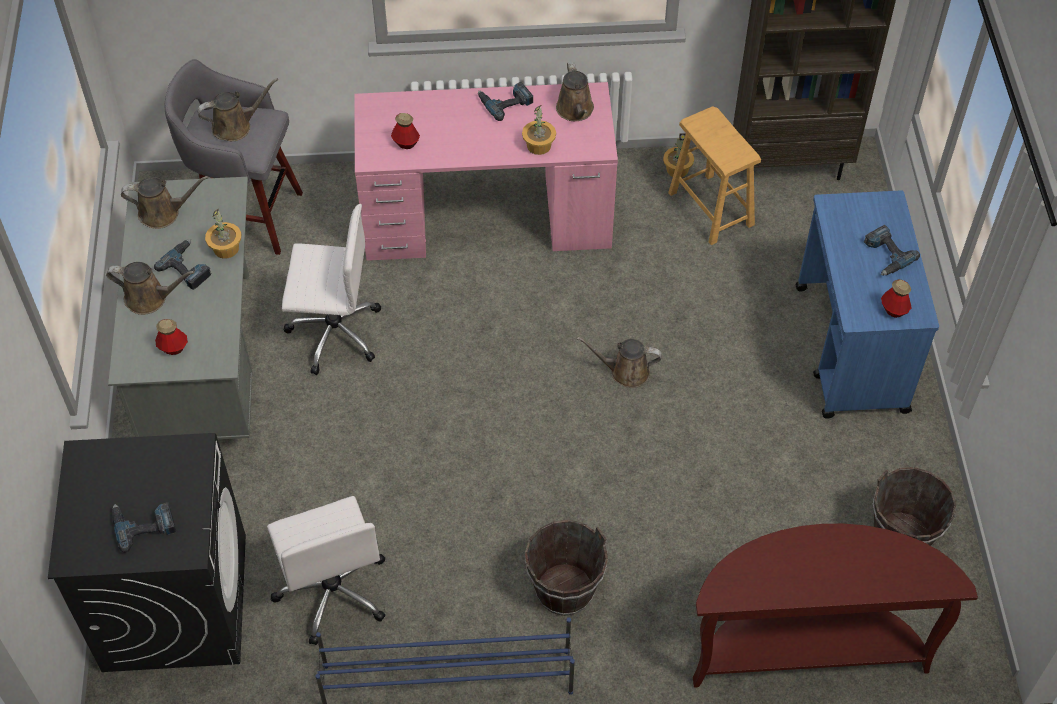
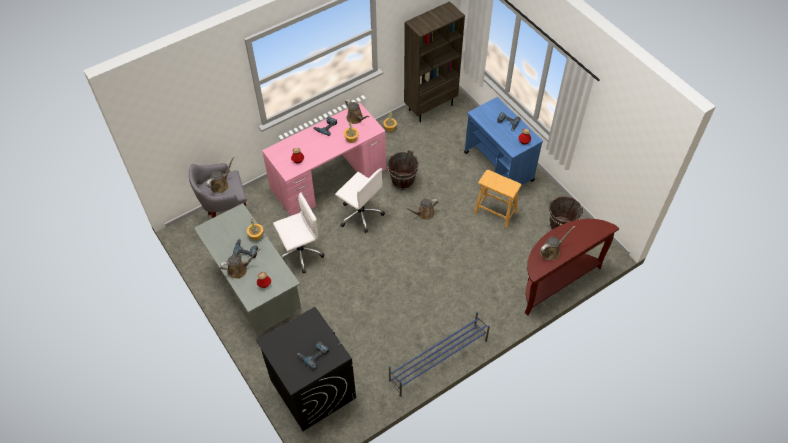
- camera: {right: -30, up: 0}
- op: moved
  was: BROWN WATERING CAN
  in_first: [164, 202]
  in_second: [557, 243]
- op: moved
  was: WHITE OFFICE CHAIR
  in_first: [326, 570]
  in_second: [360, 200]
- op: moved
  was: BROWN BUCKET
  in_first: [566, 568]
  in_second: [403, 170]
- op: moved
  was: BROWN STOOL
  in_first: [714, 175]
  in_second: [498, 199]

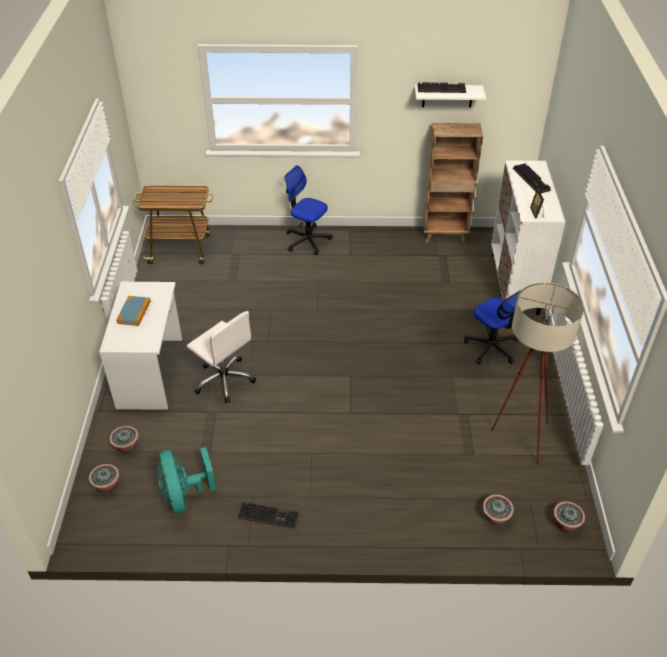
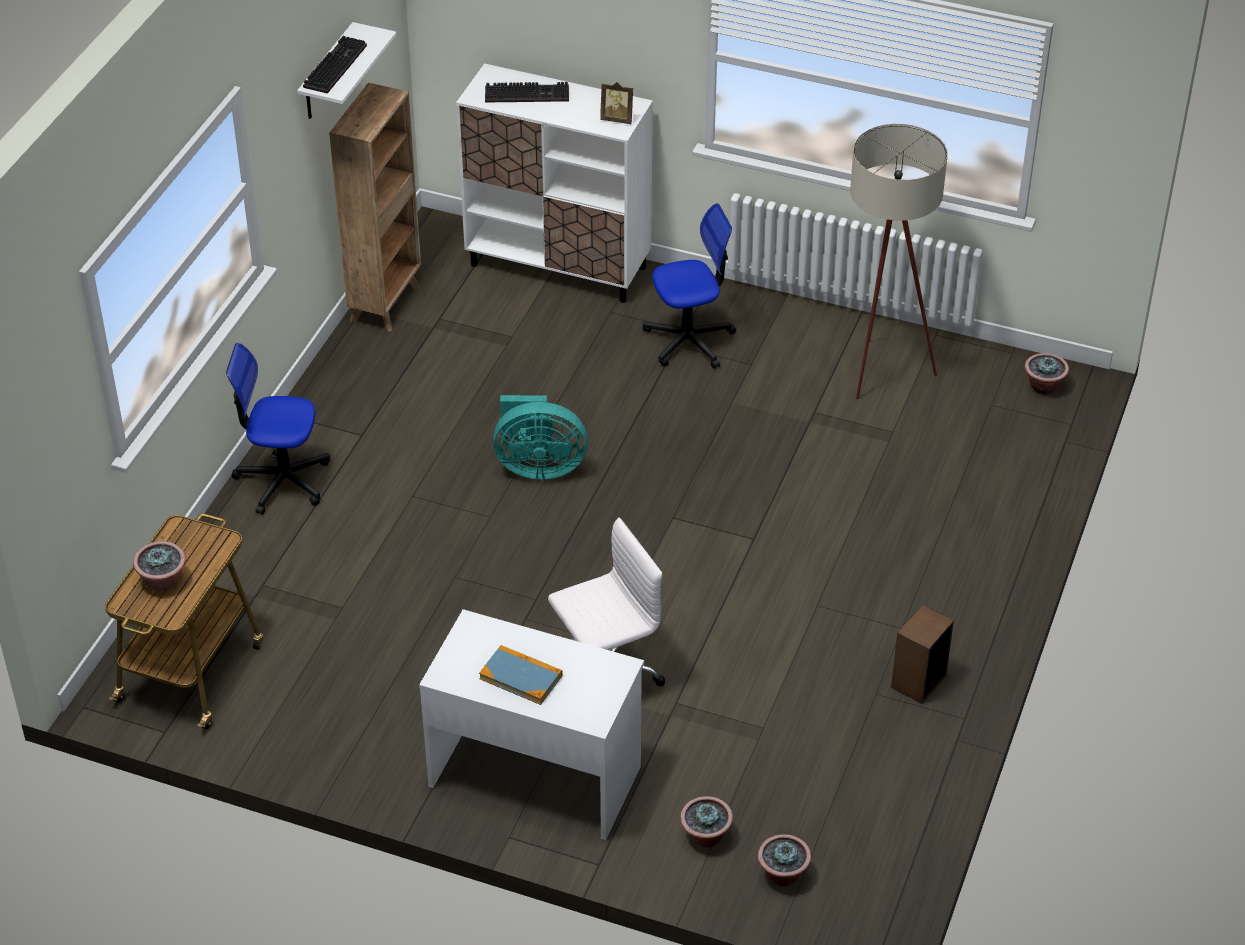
- camera: {right: -70, up: 0}
- op: moved
  was: TURQUOISE FAN
  in_first: [186, 480]
  in_second: [540, 437]
- op: moved
  was: POTTED PLANT
  in_first: [498, 509]
  in_second: [159, 566]
- op: replaced
  was: KEYBOARD
  now: SPEAKER
  in_first: [268, 515]
  in_second: [922, 654]
- op: turned
  was: OFFICE CHAIR
  in_first: [309, 210]
  in_second: [278, 429]
  clockwise: 45

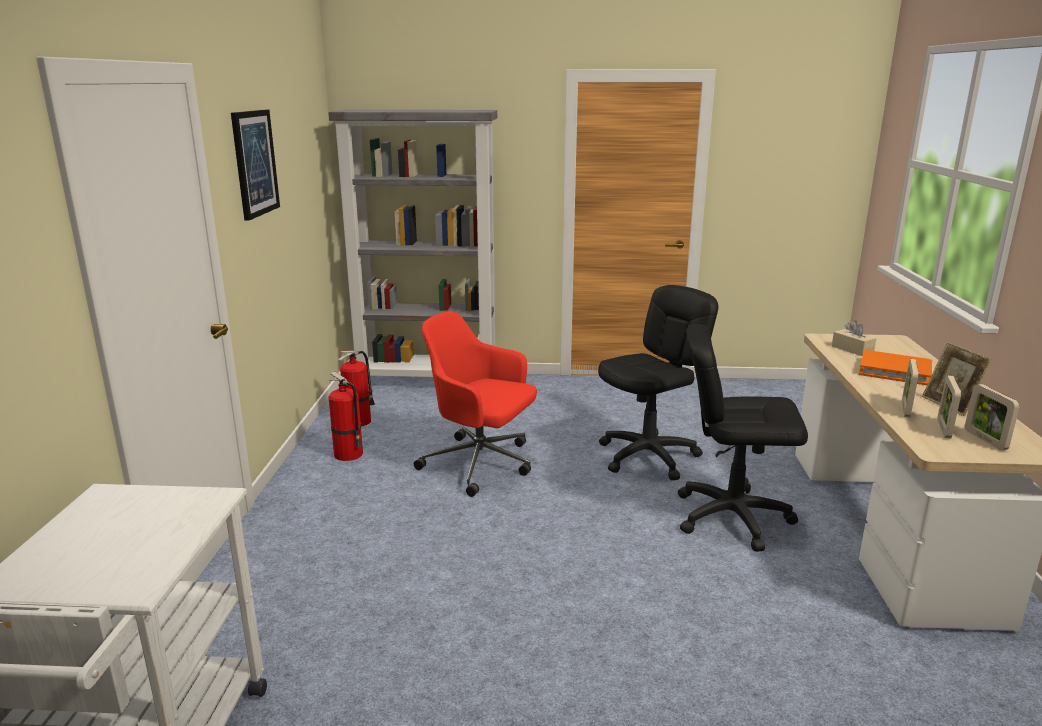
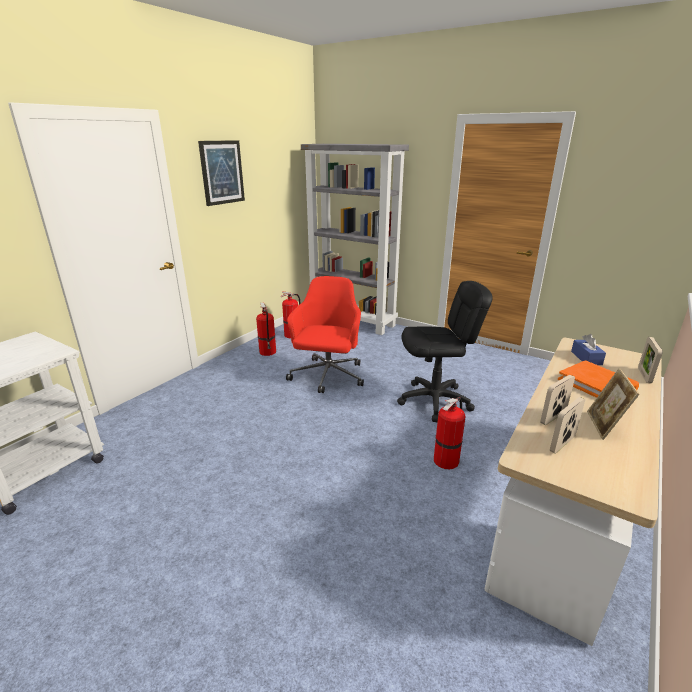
- camera: {right: 30, up: 5}
- op: moved
  was: PICTURE FRAME
  in_first: [992, 417]
  in_second: [650, 360]
- op: replaced
  was: BLACK OFFICE CHAIR
  now: FIRE EXTINGUISHER
  in_first: [743, 438]
  in_second: [450, 433]
- op: recoloured
  was: BEIGE TISSUE BOX
  now: BLUE TISSUE BOX
  in_first: [854, 338]
  in_second: [588, 349]
- op: turned
  was: RED OFFICE CHAIR
  in_first: [475, 404]
  in_second: [325, 334]
  clockwise: 45

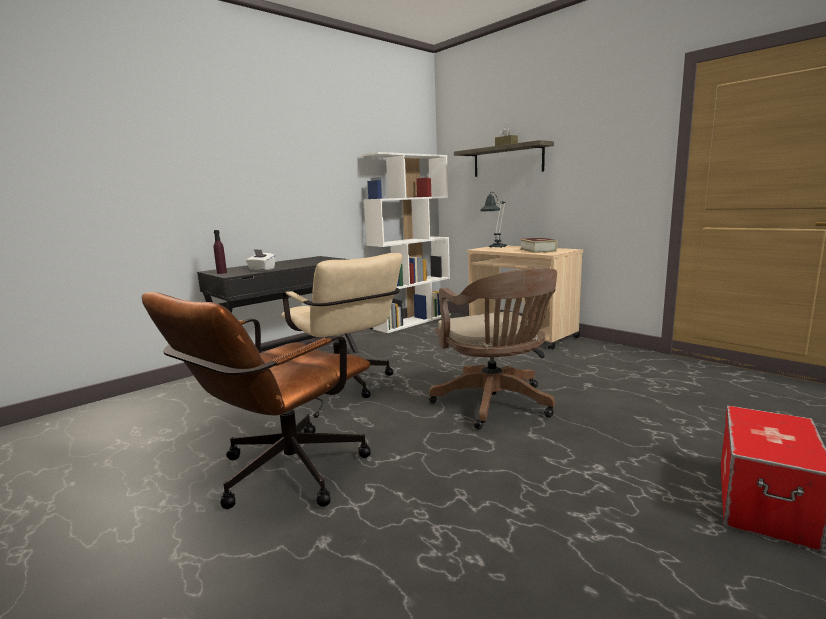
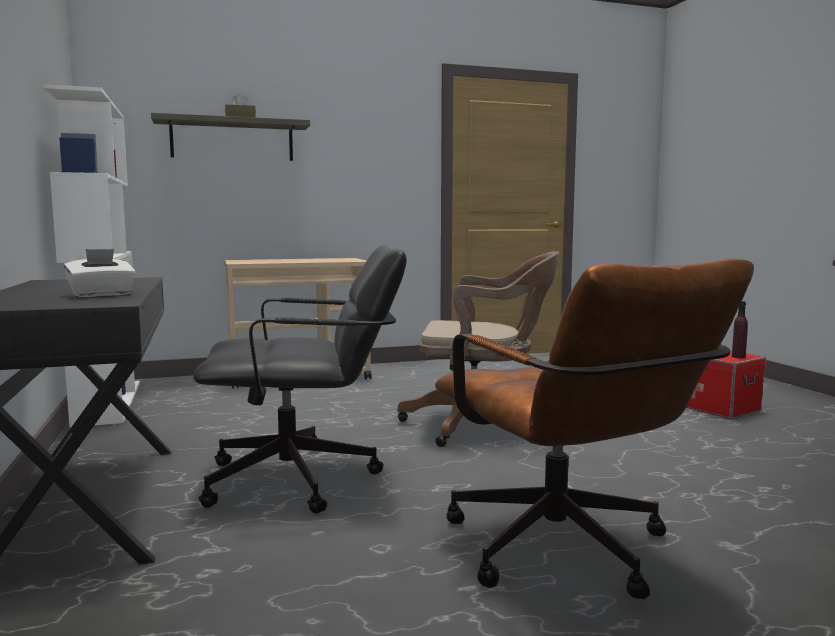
- camera: {right: -65, up: -5}
- op: removed
  was: TABLE LAMP
  in_first: [493, 220]
- op: removed
  was: BOOK
  in_first: [538, 245]
- op: moved
  was: PURPLE BOTTLE
  in_first: [220, 252]
  in_second: [740, 329]
- op: recoloured
  was: BEIGE OFFICE CHAIR
  now: BLACK OFFICE CHAIR
  in_first: [342, 325]
  in_second: [300, 379]

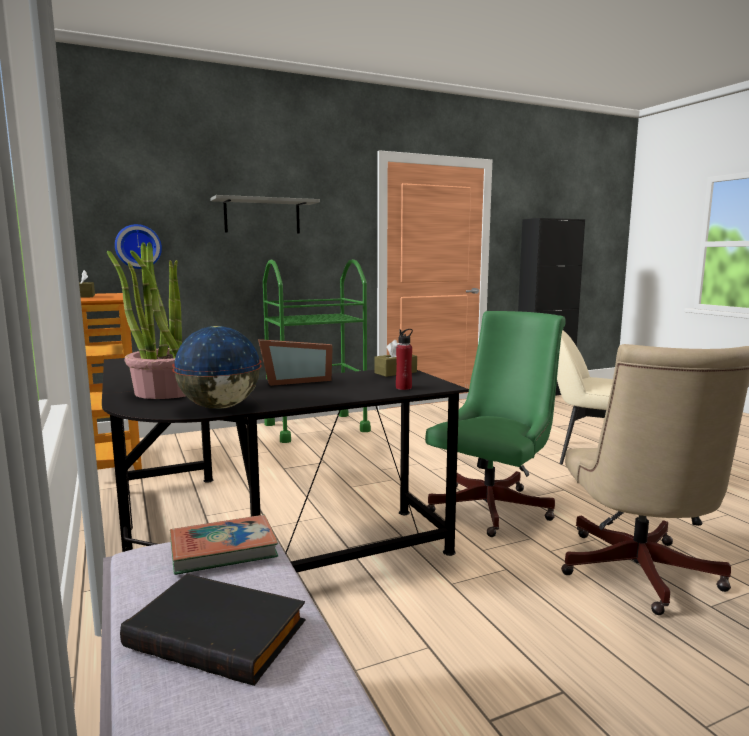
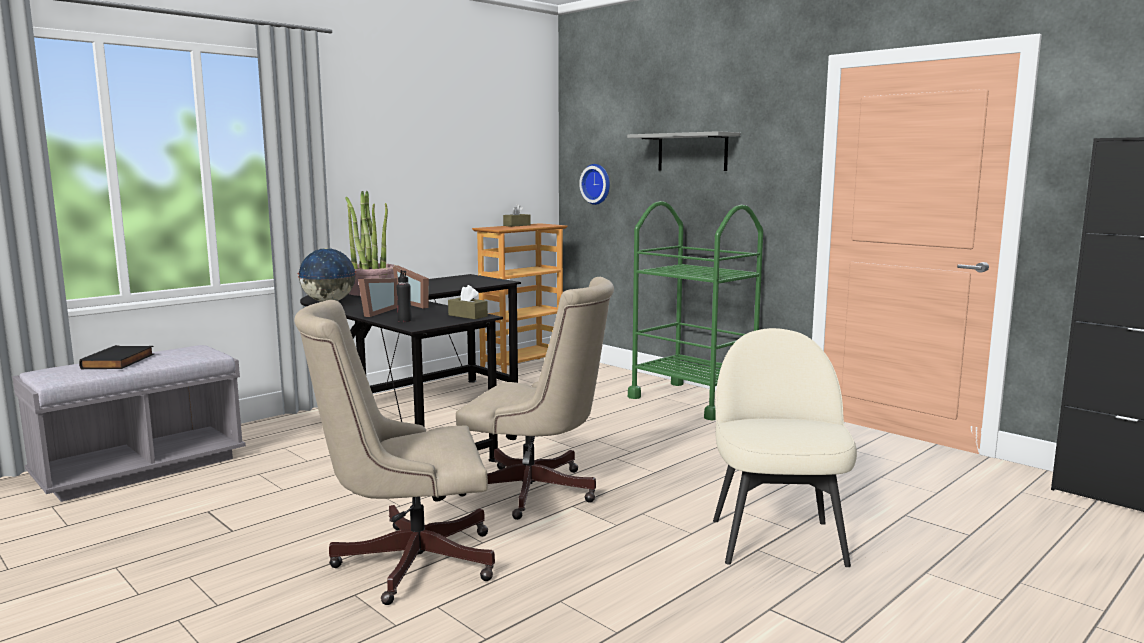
- camera: {right: 70, up: 0}
- op: removed
  was: BOOK
  in_first: [224, 545]
- op: added
  now: PICTURE FRAME
  in_second: [378, 297]
- op: recoloured
  was: RED BOTTLE
  now: BLACK BOTTLE
  in_first: [404, 359]
  in_second: [404, 296]
- op: recoloured
  was: GREEN OFFICE CHAIR
  now: BEIGE OFFICE CHAIR
  in_first: [495, 424]
  in_second: [535, 398]

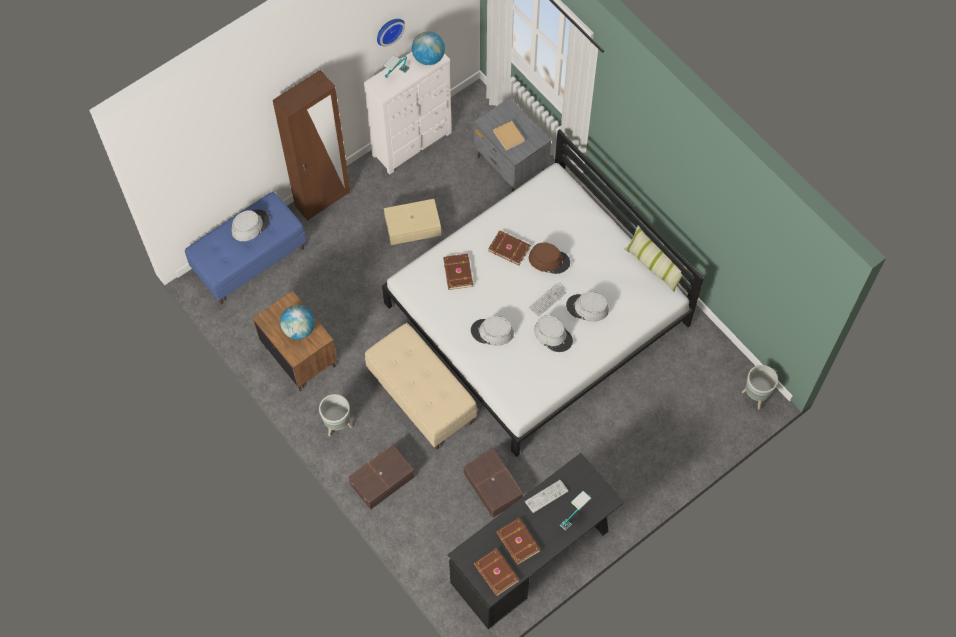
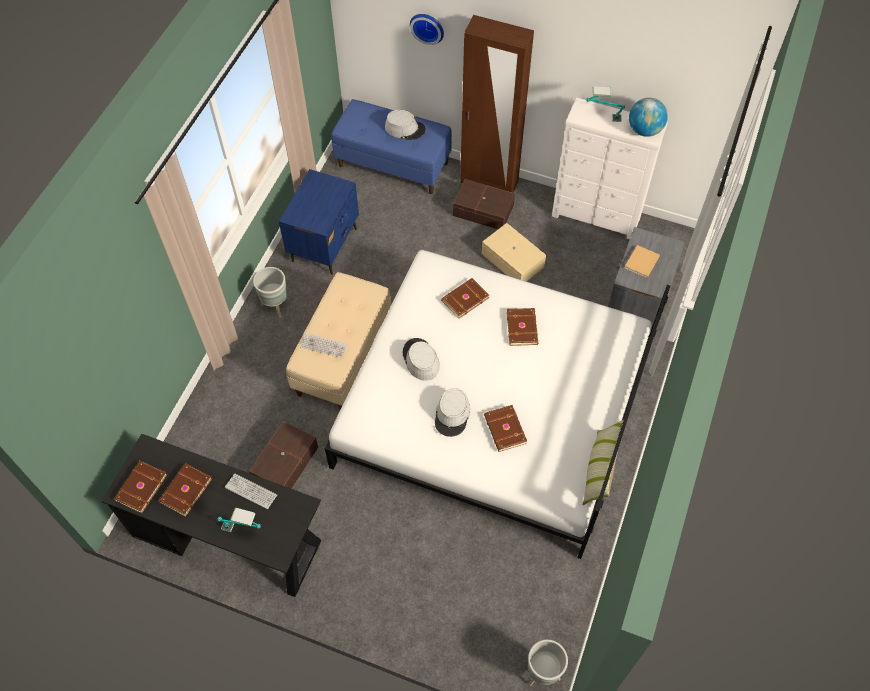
- camera: {right: 60, up: -5}
- op: removed
  was: GLOBE
  in_first: [297, 322]
- op: removed
  was: BROWN HAT
  in_first: [549, 258]
- op: moved
  was: BROWN STORAGE BOX
  in_first: [381, 477]
  in_second: [484, 204]
- op: moved
  was: WALL CLOCK
  in_first: [391, 33]
  in_second: [427, 29]
- op: moved
  was: KEYBOARD
  in_first: [548, 300]
  in_second: [323, 345]
- op: replaced
  was: GREY HAT
  now: BROWN BOOK
  in_first: [587, 306]
  in_second: [505, 428]
- op: recoloured
  was: BROWN NIGHTSTAND
  now: BLUE NIGHTSTAND
  in_first: [295, 341]
  in_second: [319, 222]

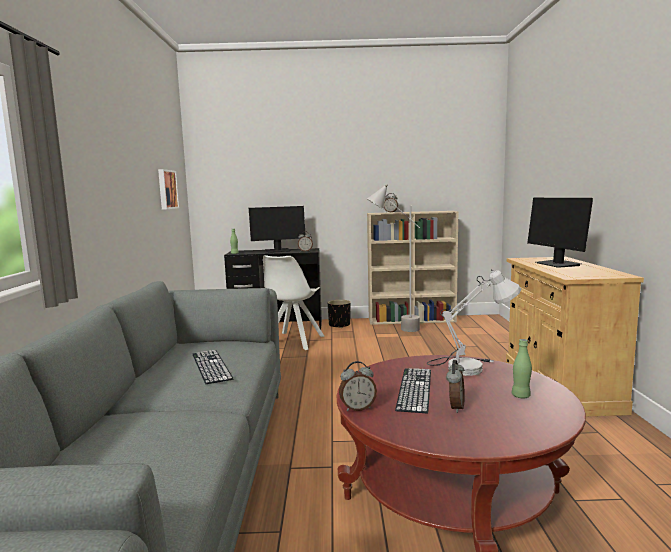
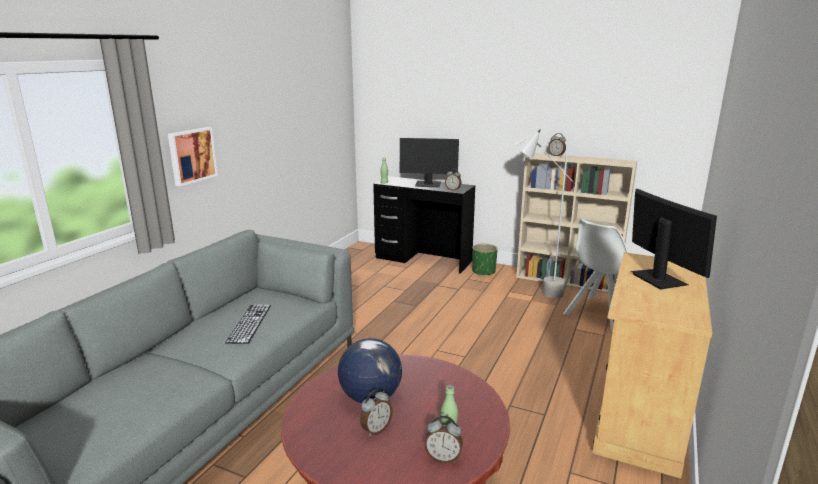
- camera: {right: 25, up: 10}
- op: removed
  was: WHITE TABLE LAMP
  in_first: [474, 322]
- op: moved
  was: PICTURE
  in_first: [168, 189]
  in_second: [193, 156]
- op: moved
  was: WHITE CHAIR
  in_first: [293, 302]
  in_second: [595, 275]
- op: moved
  was: ALARM CLOCK
  in_first: [358, 386]
  in_second: [443, 439]
- op: replaced
  was: KEYBOARD
  now: GLOBE
  in_first: [413, 391]
  in_second: [370, 370]
- op: recoloured
  was: BLACK PLANTER
  now: GREEN PLANTER
  in_first: [339, 314]
  in_second: [485, 260]
- op: turned
  was: MONITOR
  in_first: [560, 232]
  in_second: [674, 239]
  clockwise: 150

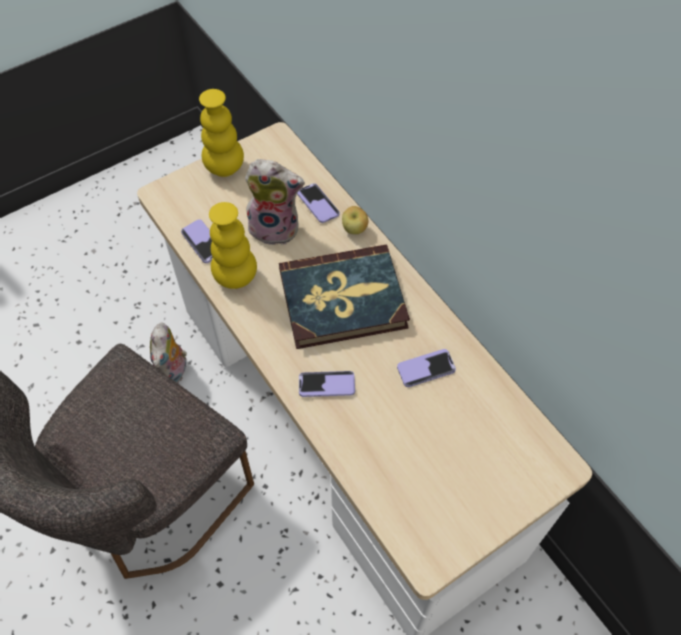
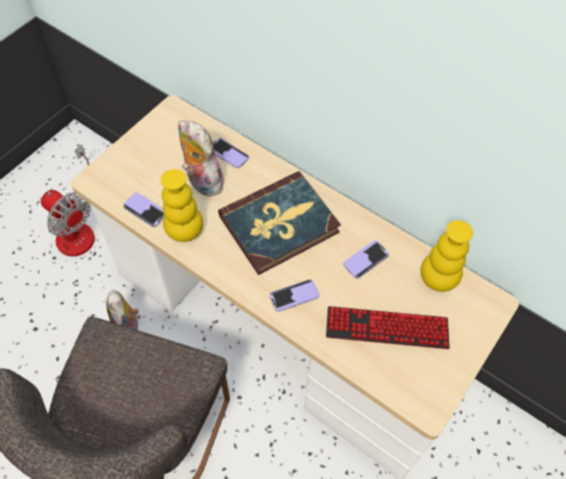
- camera: {right: -20, up: 0}
- op: removed
  was: APPLE
  in_first: [355, 220]
- op: added
  now: FAN
  in_second: [68, 200]
- op: added
  now: KEYBOARD
  in_second: [388, 327]
- op: moved
  was: YELLOW VASE
  in_first: [221, 133]
  in_second: [447, 256]
- op: turned
  was: PLUSH TOY
  in_first: [275, 202]
  in_second: [201, 158]
  clockwise: -120

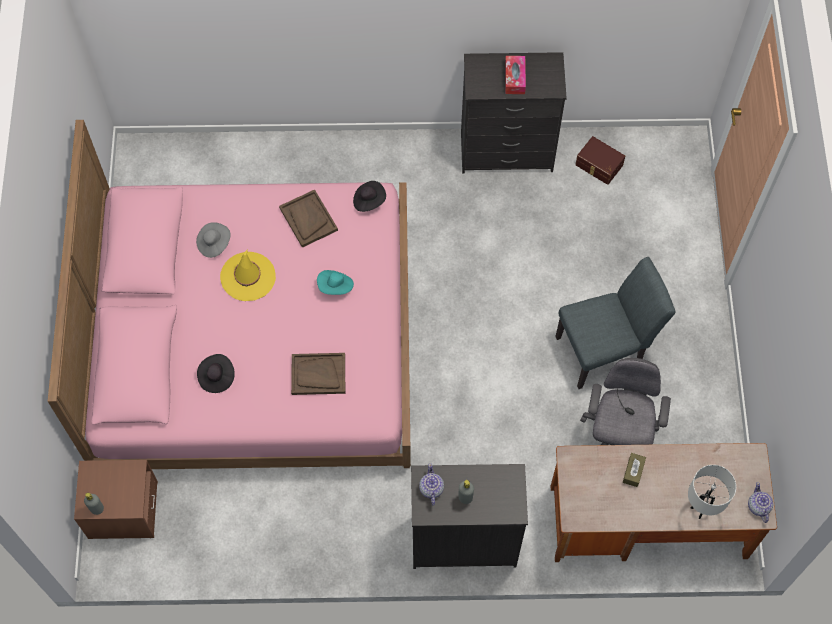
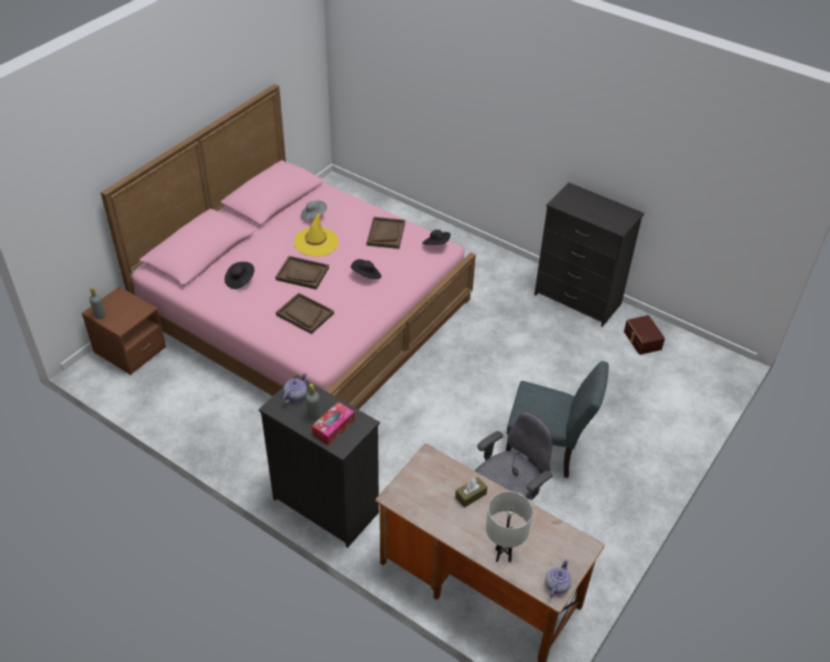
- camera: {right: 35, up: -20}
- op: added
  now: BROWN TRAY
  in_second: [302, 273]
- op: moved
  was: TISSUE BOX
  in_first: [515, 75]
  in_second: [333, 423]
- op: recoloured
  was: TURQUOISE HAT
  now: BLACK HAT
  in_first: [335, 282]
  in_second: [366, 269]

